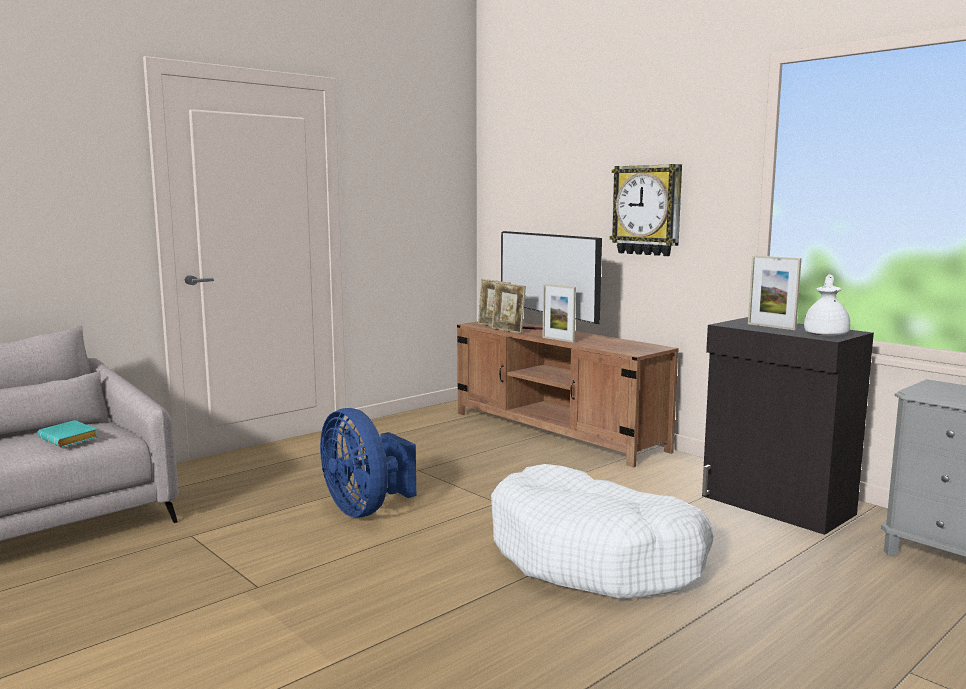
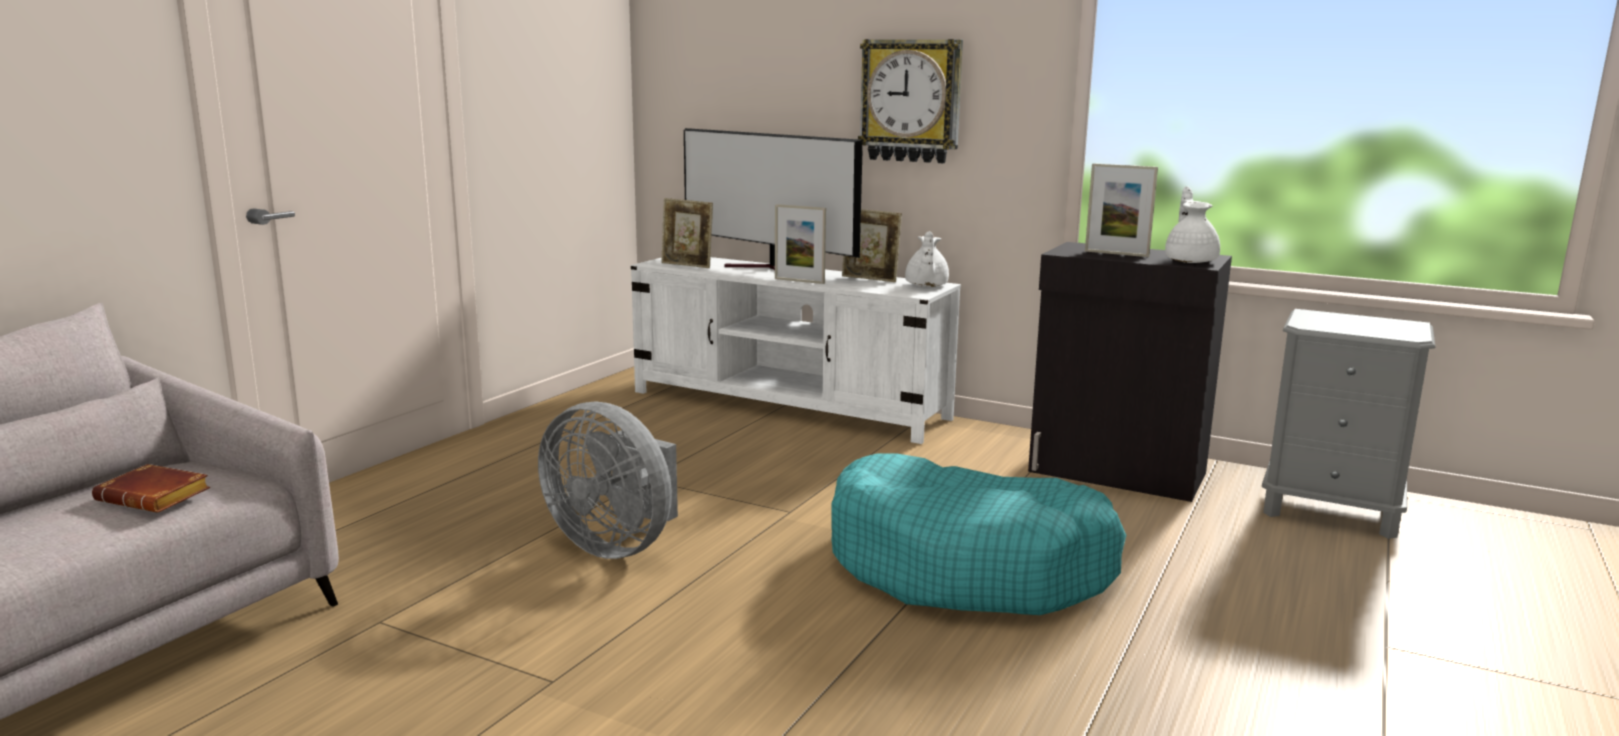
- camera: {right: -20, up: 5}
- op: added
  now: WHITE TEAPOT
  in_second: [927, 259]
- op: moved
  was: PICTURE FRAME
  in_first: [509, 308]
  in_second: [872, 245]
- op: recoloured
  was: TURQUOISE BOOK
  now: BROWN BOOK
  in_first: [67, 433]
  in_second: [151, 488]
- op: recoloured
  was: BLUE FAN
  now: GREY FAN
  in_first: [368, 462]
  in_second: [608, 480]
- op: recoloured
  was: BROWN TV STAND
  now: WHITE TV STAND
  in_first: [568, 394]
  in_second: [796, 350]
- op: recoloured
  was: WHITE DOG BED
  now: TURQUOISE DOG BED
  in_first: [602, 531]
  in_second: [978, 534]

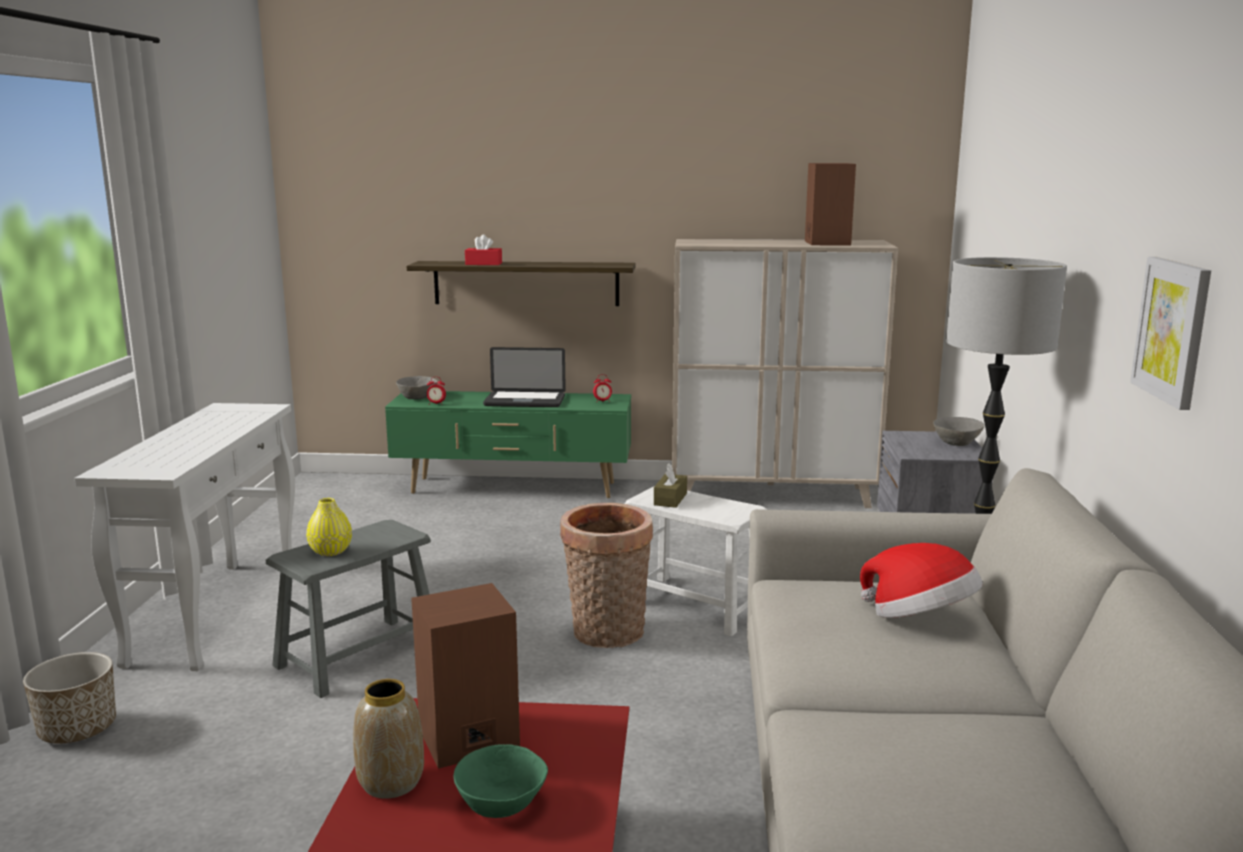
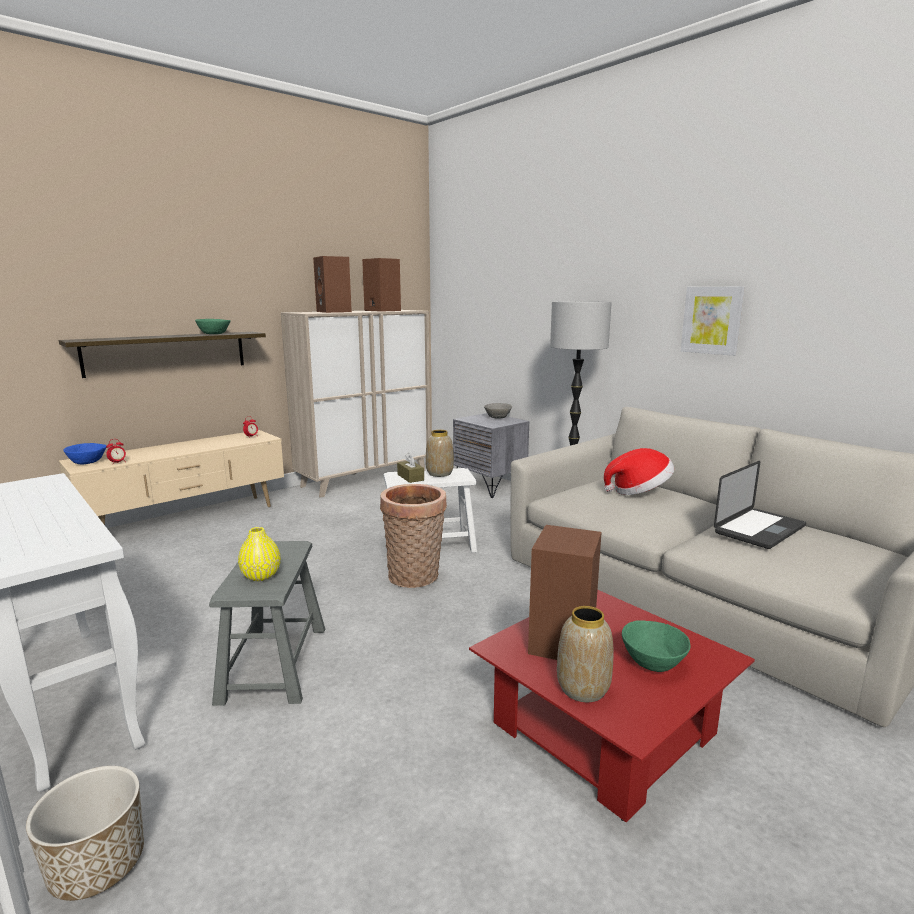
- camera: {right: -45, up: 0}
- op: removed
  was: RED TISSUE BOX
  in_first: [483, 249]
- op: added
  now: GREEN BOWL
  in_second: [213, 326]
- op: added
  now: BROWN SPEAKER
  in_second: [332, 284]
- op: added
  now: VASE
  in_second: [440, 453]
- op: moved
  was: LAPTOP
  in_first: [524, 377]
  in_second: [760, 505]
- op: recoloured
  was: GREEN TV STAND
  now: BEIGE TV STAND
  in_first: [508, 444]
  in_second: [171, 477]
- op: recoloured
  was: GREY BOWL
  now: BLUE BOWL
  in_first: [417, 387]
  in_second: [84, 453]

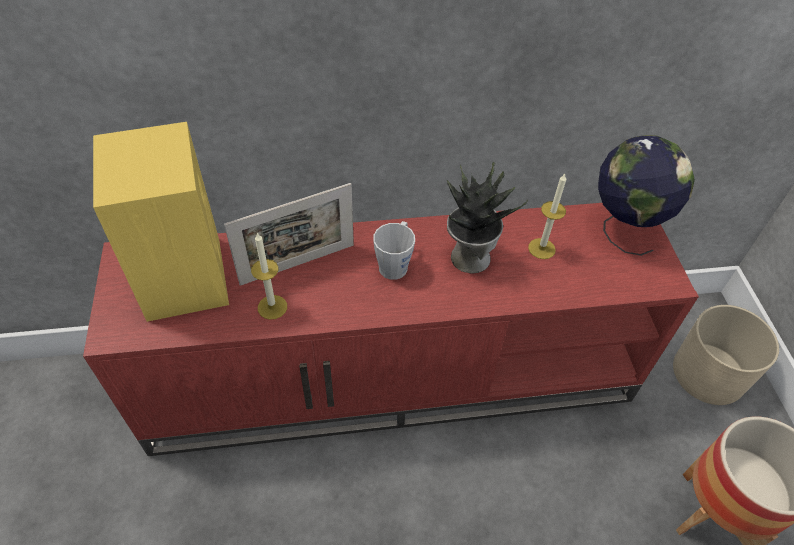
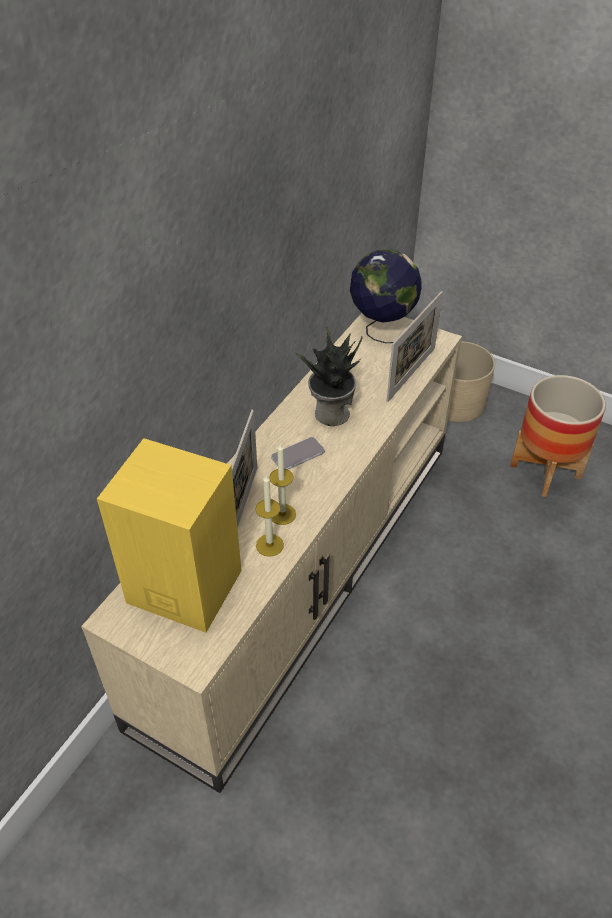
- camera: {right: -50, up: -5}
- op: added
  now: PICTURE FRAME
  in_second: [415, 346]
- op: moved
  was: CANDLE
  in_first: [547, 216]
  in_second: [282, 484]
- op: replaced
  was: GREY MUG
  now: PHONE
  in_first: [394, 250]
  in_second: [298, 453]
- op: recoloured
  was: RED TV STAND
  now: BEIGE TV STAND
  in_first: [391, 329]
  in_second: [271, 553]

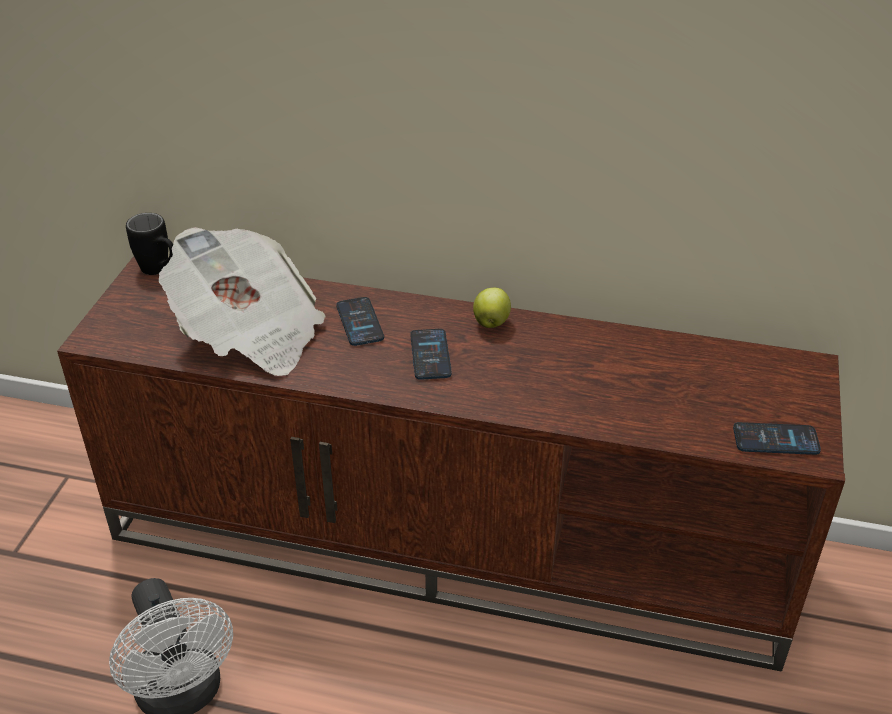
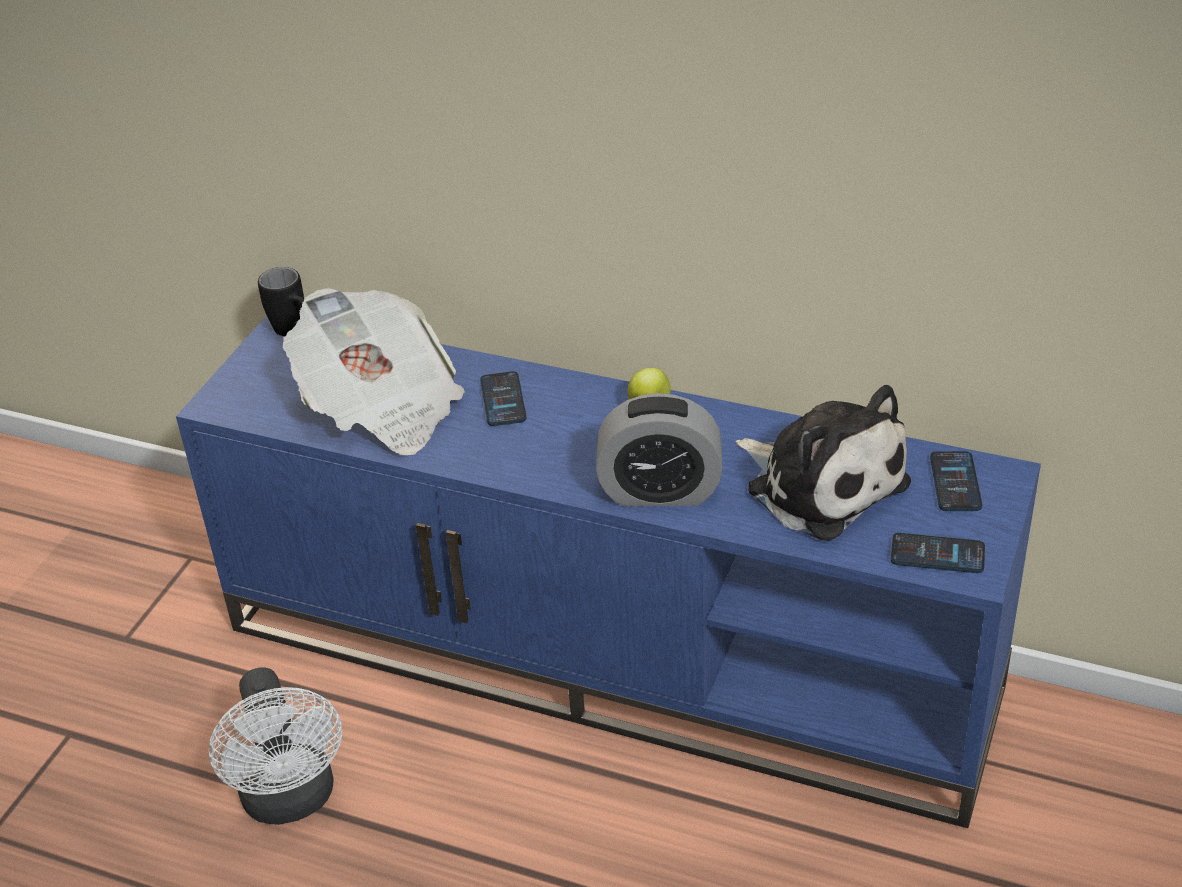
- camera: {right: 10, up: 0}
- op: added
  now: ALARM CLOCK
  in_second: [659, 449]
- op: added
  now: PLUSH TOY
  in_second: [823, 463]
- op: moved
  was: PHONE
  in_first: [431, 354]
  in_second: [956, 481]
- op: recoloured
  was: BROWN TV STAND
  now: BLUE TV STAND
  in_first: [451, 464]
  in_second: [608, 571]

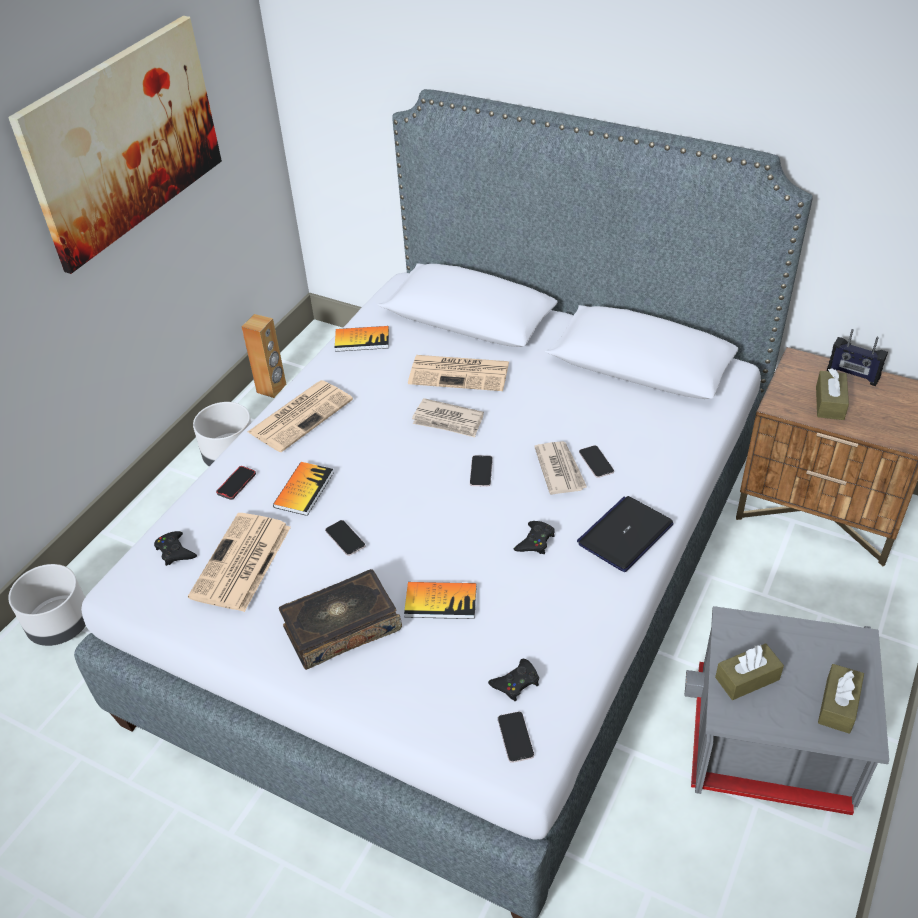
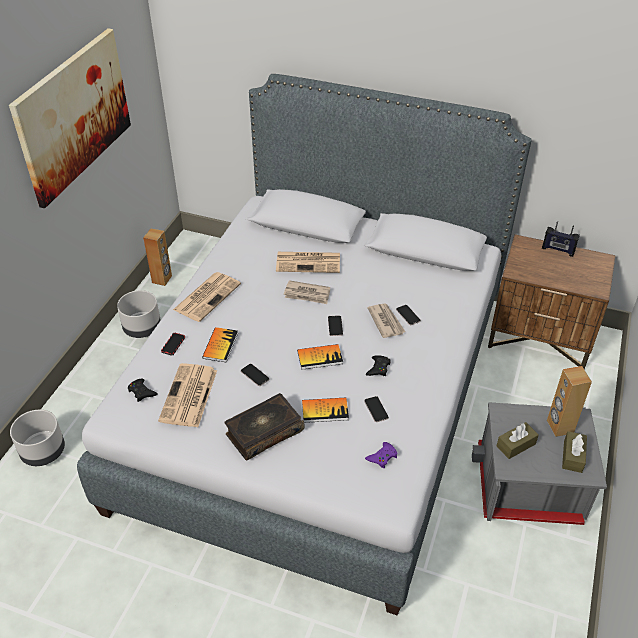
- camera: {right: -10, up: 0}
- op: removed
  was: LAPTOP
  in_first: [625, 534]
- op: removed
  was: BROWN TISSUE BOX
  in_first: [832, 394]
- op: added
  now: BROWN SPEAKER
  in_second: [569, 401]
- op: moved
  was: BOOK
  in_first: [362, 339]
  in_second: [320, 357]
- op: moved
  was: PHONE
  in_first: [516, 737]
  in_second: [376, 409]
- op: recoloured
  was: BLACK GAME CONTROLLER
  now: PURPLE GAME CONTROLLER
  in_first: [513, 680]
  in_second: [381, 455]

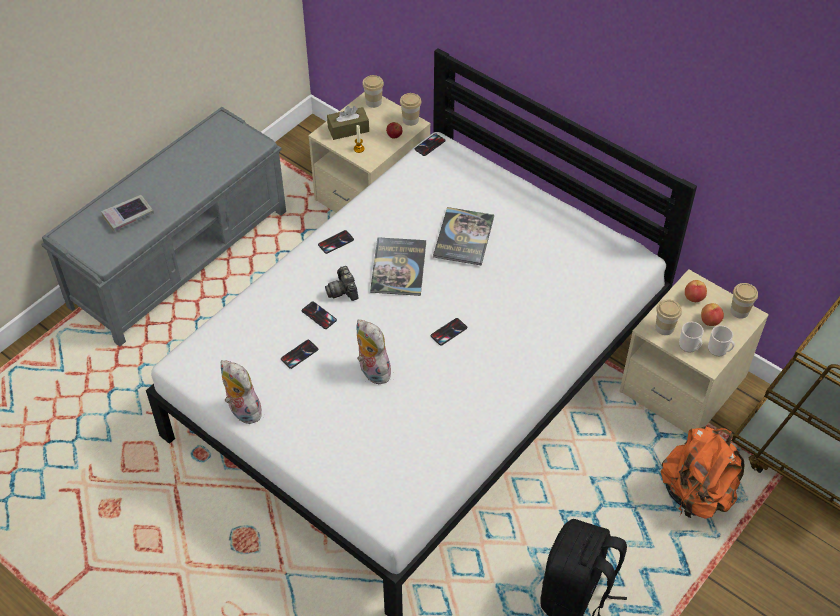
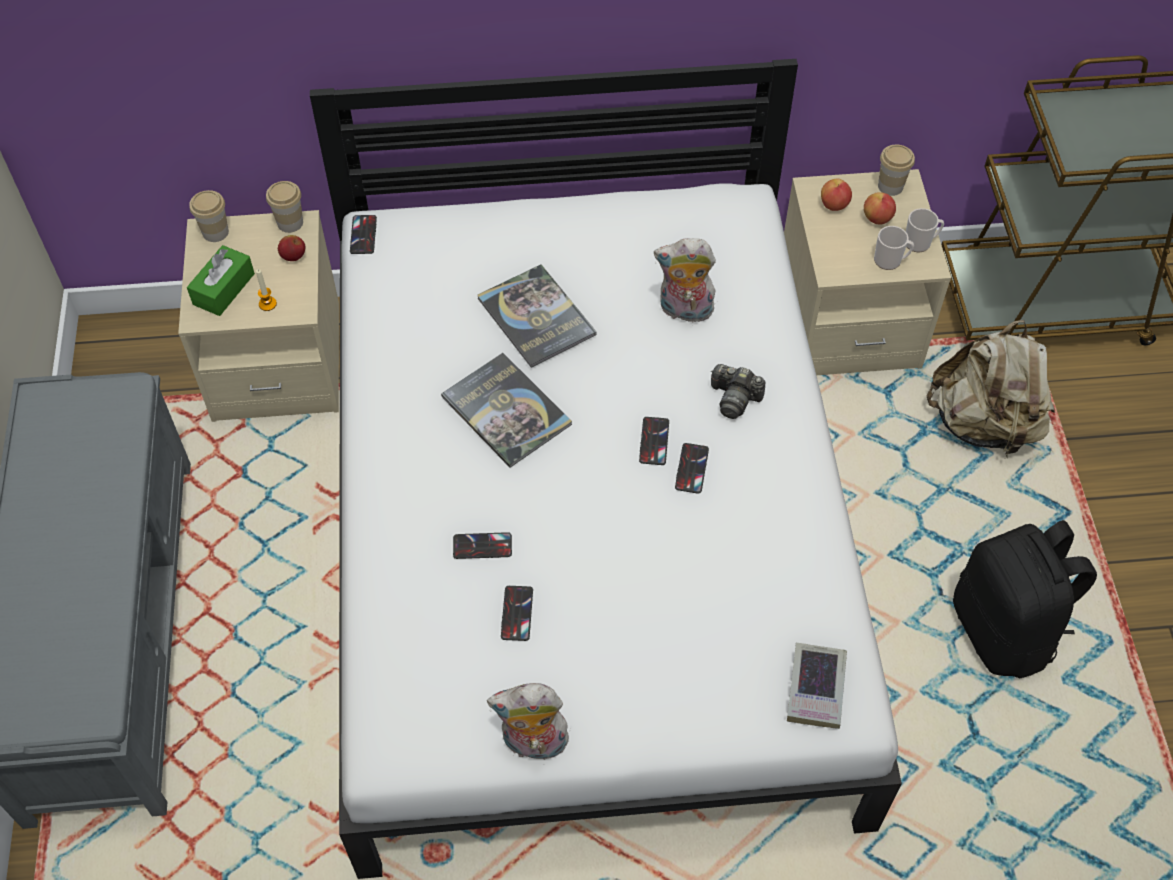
- camera: {right: -45, up: 5}
- op: removed
  was: CUP
  in_first: [668, 317]
- op: moved
  was: BOOK
  in_first: [127, 213]
  in_second: [817, 686]
- op: moved
  was: PHONE
  in_first: [336, 242]
  in_second: [692, 468]
- op: moved
  was: PHOTO CAMERA
  in_first: [341, 283]
  in_second: [738, 391]
- op: moved
  was: PLUSH TOY
  in_first: [375, 351]
  in_second: [685, 280]
- op: recoloured
  was: BROWN TISSUE BOX
  now: GREEN TISSUE BOX
  in_first: [348, 123]
  in_second: [221, 280]
- op: recoloured
  was: ORANGE BACKPACK
  now: BEIGE BACKPACK
  in_first: [702, 472]
  in_second: [990, 388]

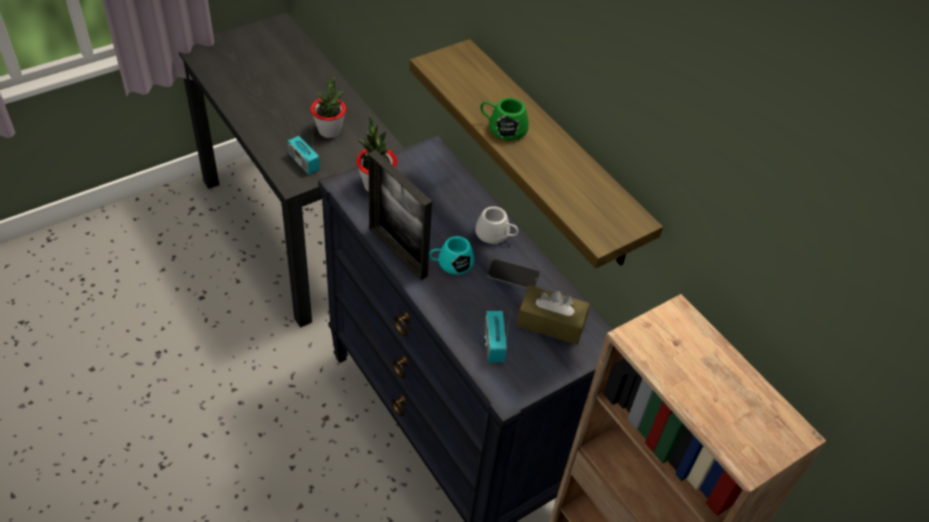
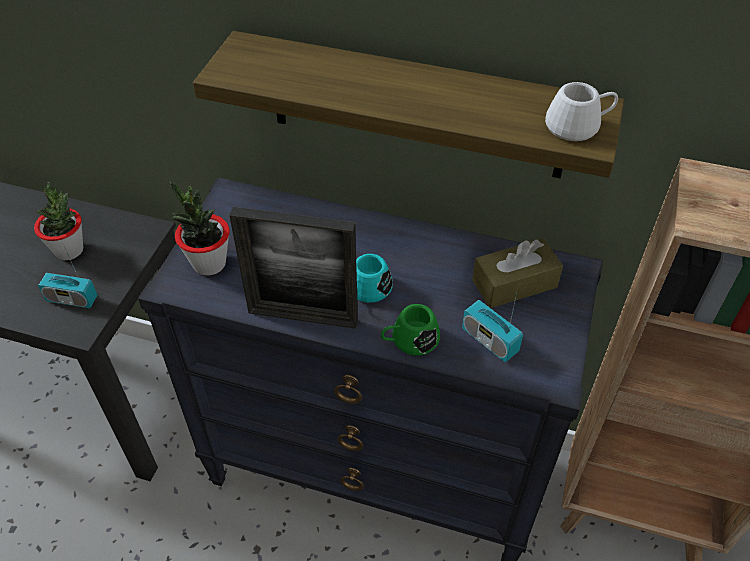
- camera: {right: -35, up: 0}
- op: removed
  was: PHONE
  in_first: [513, 273]
- op: moved
  was: WHITE MUG
  in_first: [496, 225]
  in_second: [581, 111]
- op: moved
  was: GREEN MUG
  in_first: [504, 119]
  in_second: [410, 330]

